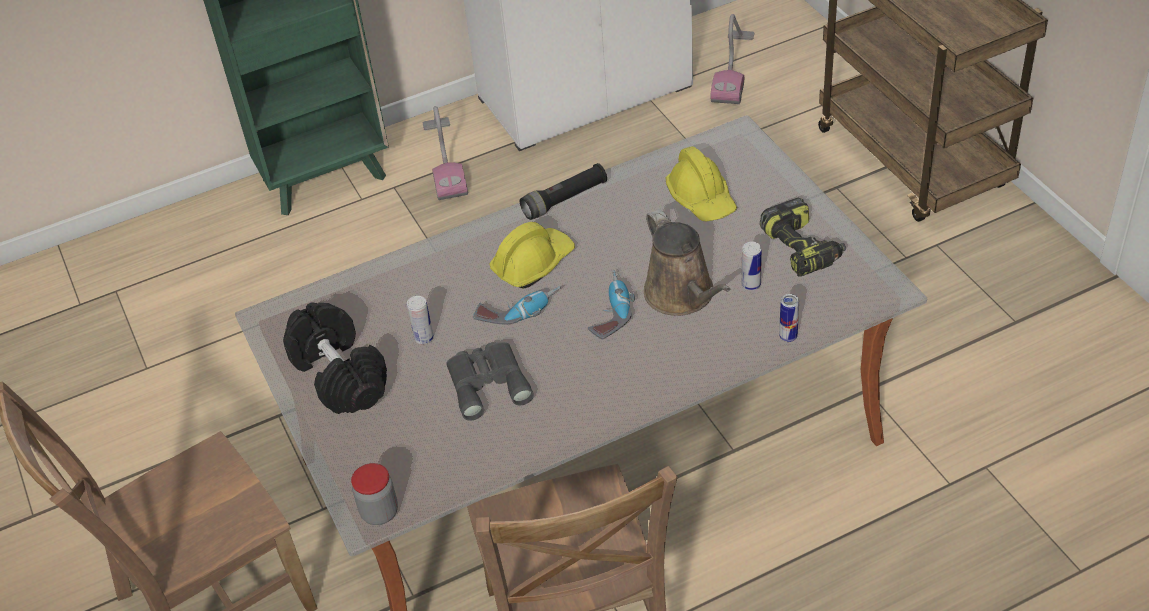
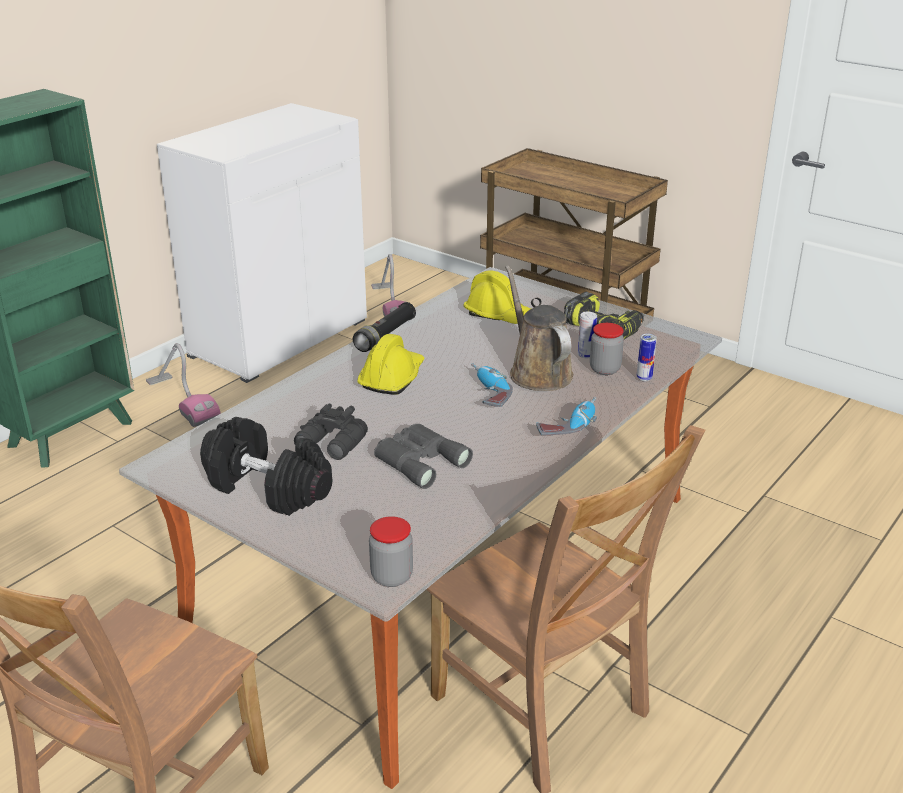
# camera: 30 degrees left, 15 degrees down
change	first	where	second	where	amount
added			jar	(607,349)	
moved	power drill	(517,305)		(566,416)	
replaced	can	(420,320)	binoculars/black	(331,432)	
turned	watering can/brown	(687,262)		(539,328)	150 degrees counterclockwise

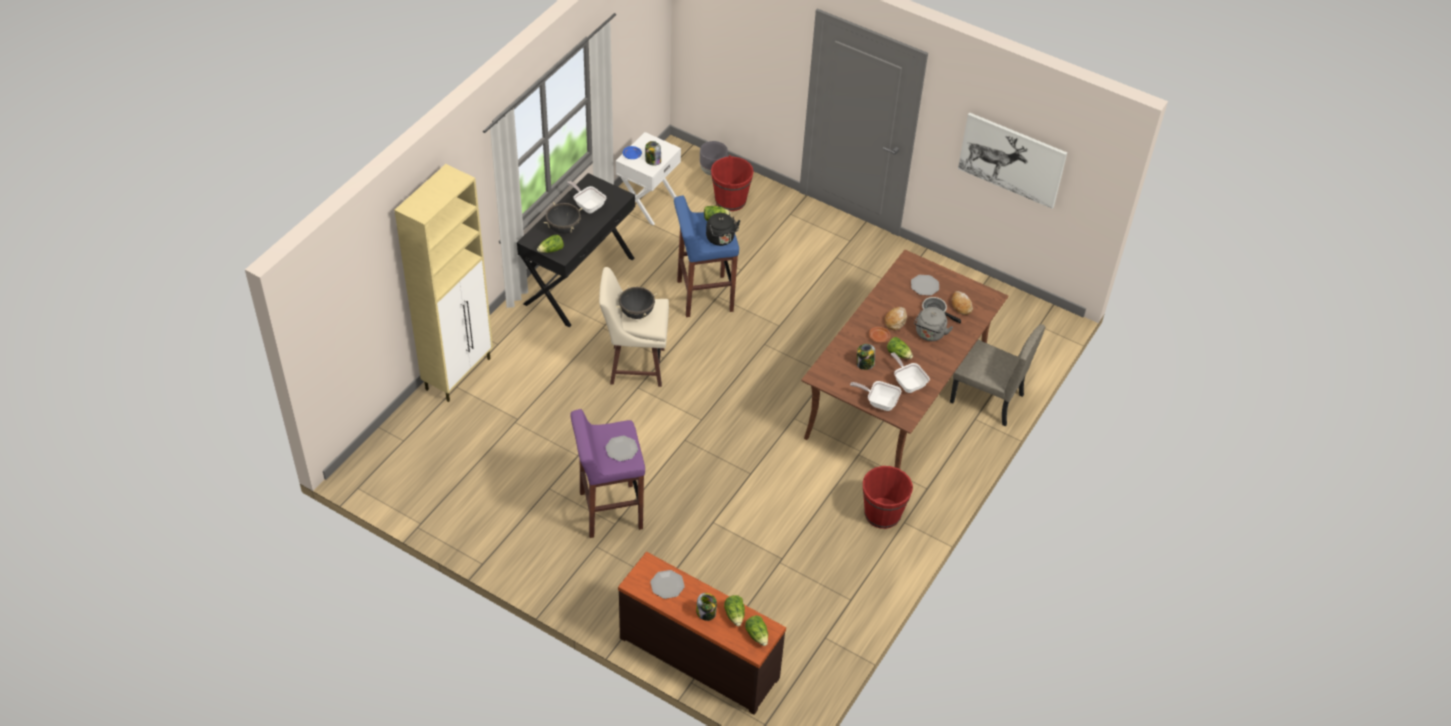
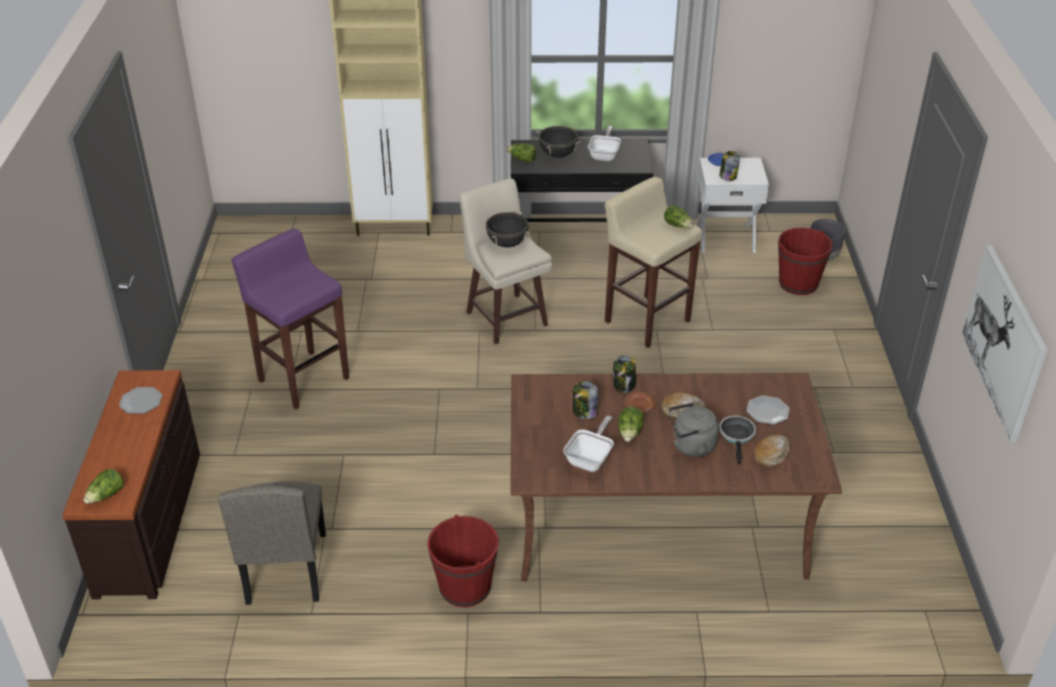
# camera: 60 degrees right, 10 degrees down
change	first	where	second	where	amount
removed	plate	(621,448)			
removed	kettle/black	(723,229)			
removed	lettuce	(734,610)			
removed	frying pan	(875,396)			
moved	jar	(706,607)		(624,374)	
moved	chair/beige	(998,375)		(272,543)	
recoloured	stool/blue	(706,256)	stool/beige	(653,262)	

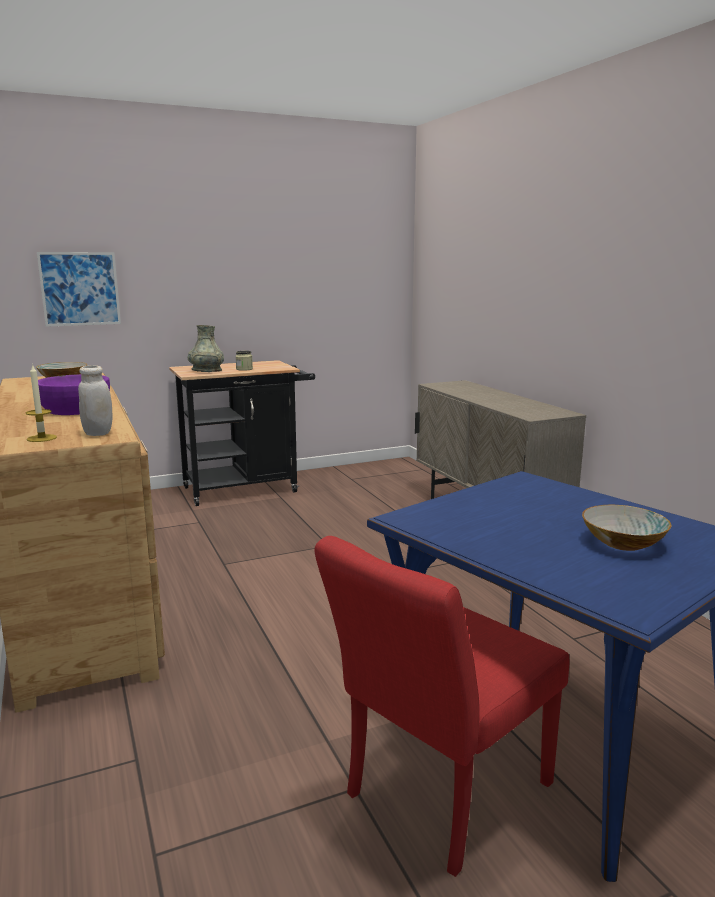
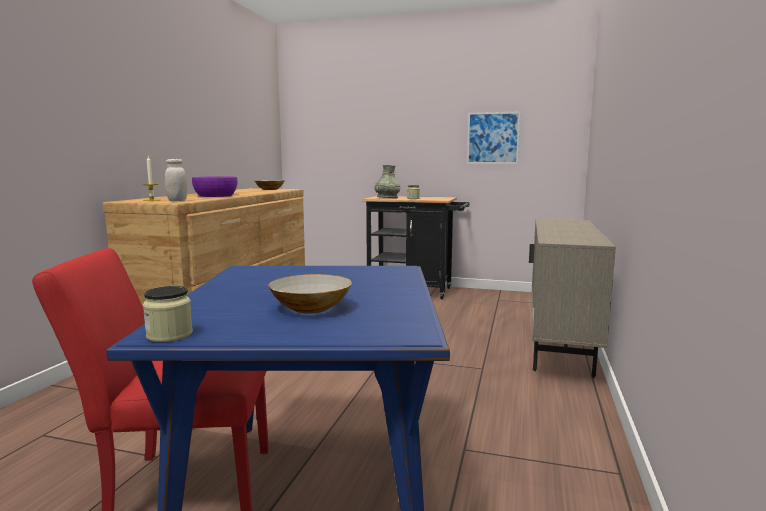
# camera: 40 degrees right, 5 degrees down
change	first	where	second	where	amount
added			jar	(168,314)	
moved	picture	(79,289)		(493,137)	

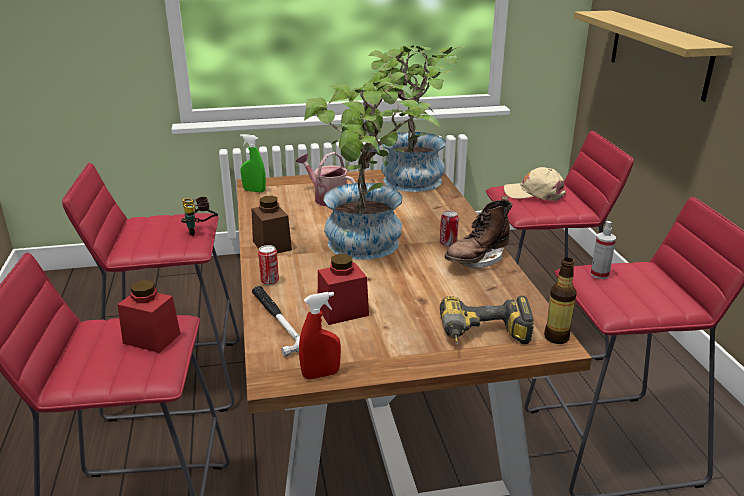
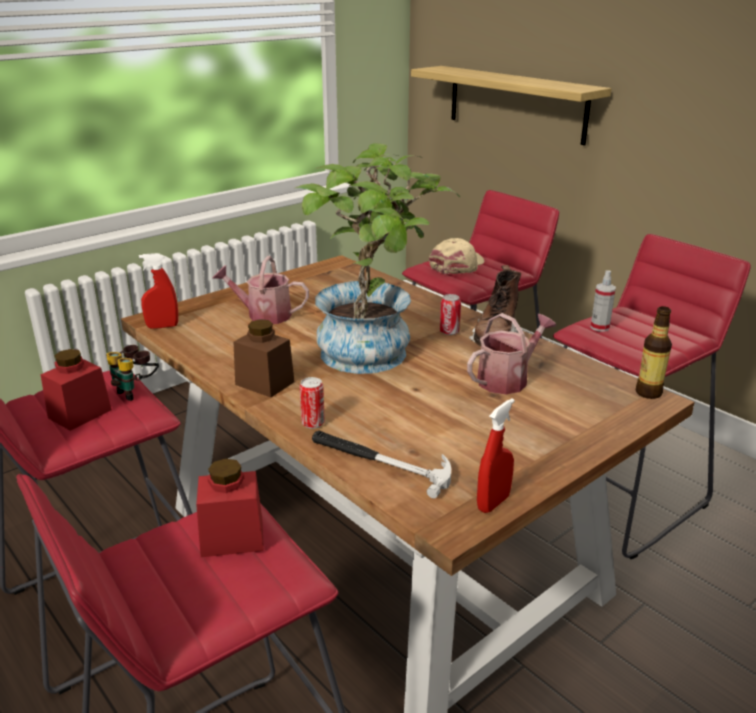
# camera: 30 degrees left, 0 degrees up
change	first	where	second	where	amount
removed	potted plant	(413,118)			
removed	power drill	(487,320)			
added			watering can	(511,354)	
moved	jar/red	(343,289)		(76,390)	
recoloured	spray bottle/green	(253,163)	spray bottle/red	(158,290)	
turned	cap/beige	(535,184)		(456,256)	135 degrees clockwise

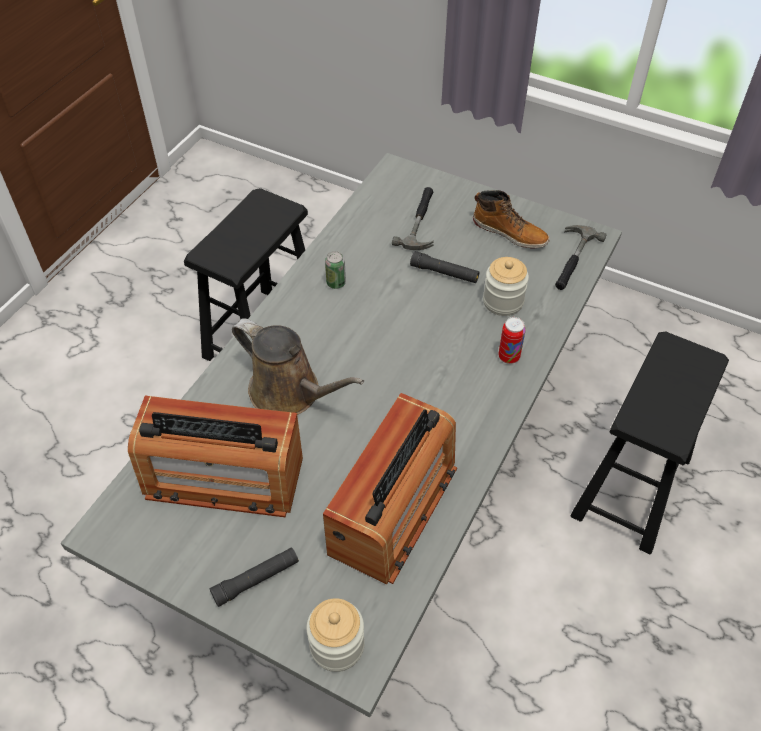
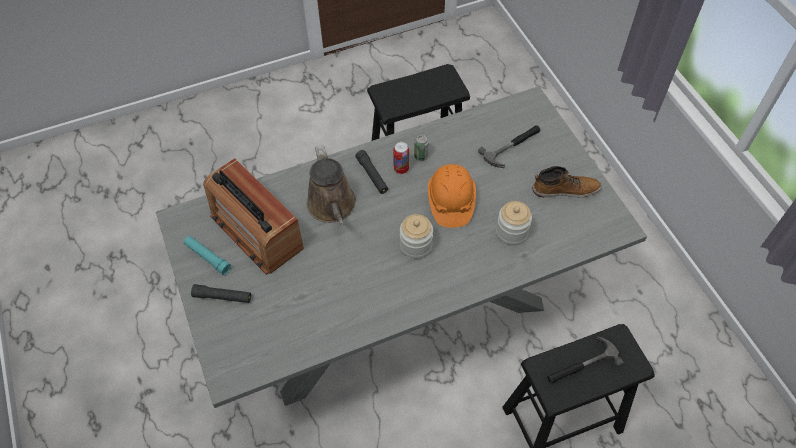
# camera: 40 degrees right, 5 degrees up
change	first	where	second	where	amount
removed	radio	(390,489)			
added			flashlight/turquoise	(207,255)	
added			hard hat/orange	(452,196)	
moved	jar	(335,635)		(416,236)	
moved	flashlight/black	(444,267)		(371,172)	
moved	can	(512,340)		(401,158)	
moved	hammer	(581,257)		(585,359)	
turned	boot	(511,219)		(566,182)	75 degrees counterclockwise

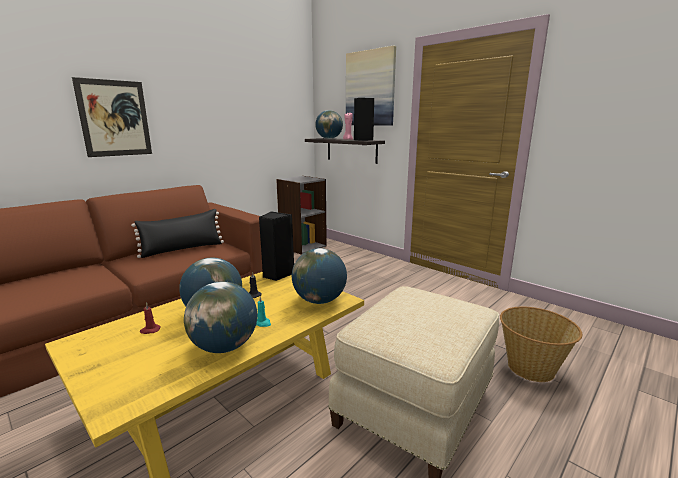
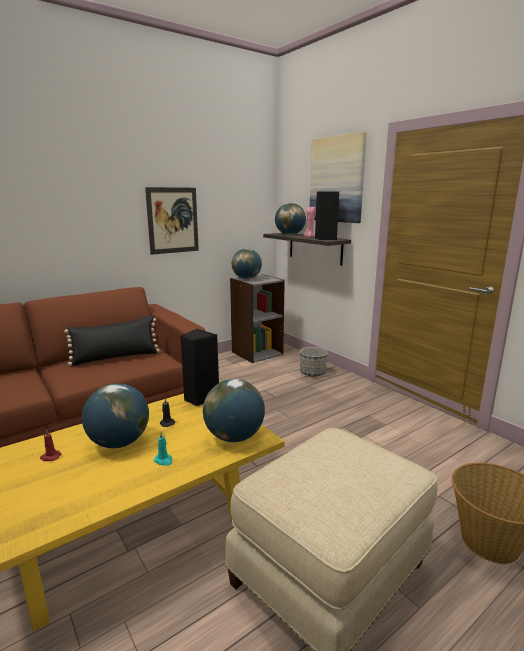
# camera: 10 degrees right, 0 degrees up
change	first	where	second	where	amount
added			planter	(314,362)	
moved	picture	(112,117)		(172,221)	
moved	globe	(220,317)		(247,264)	

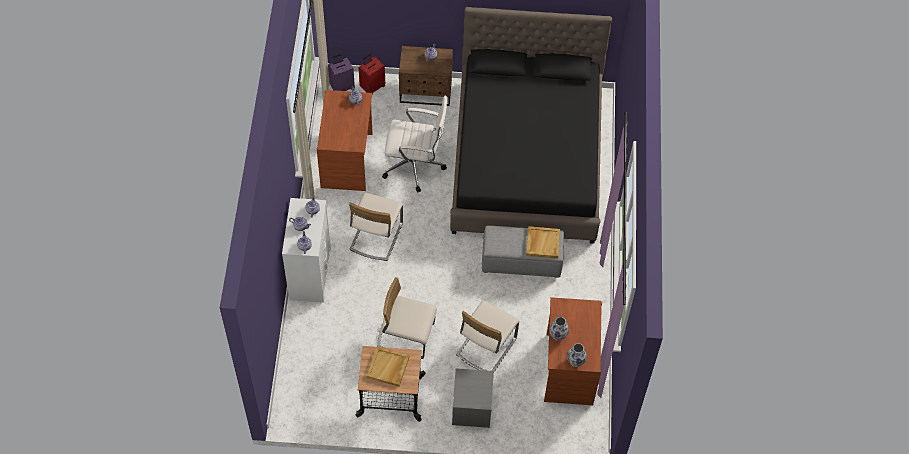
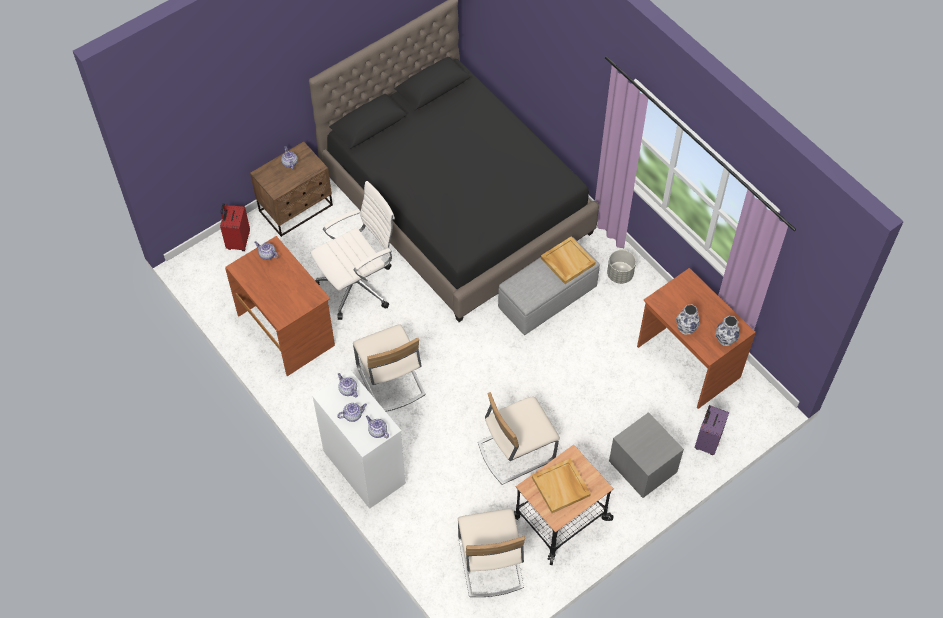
# camera: 40 degrees left, 0 degrees up
change	first	where	second	where	amount
added			planter/grey	(621,267)	
moved	suitcase/purple	(341,72)		(711,430)	
moved	chair/beige	(488,336)		(491,552)	

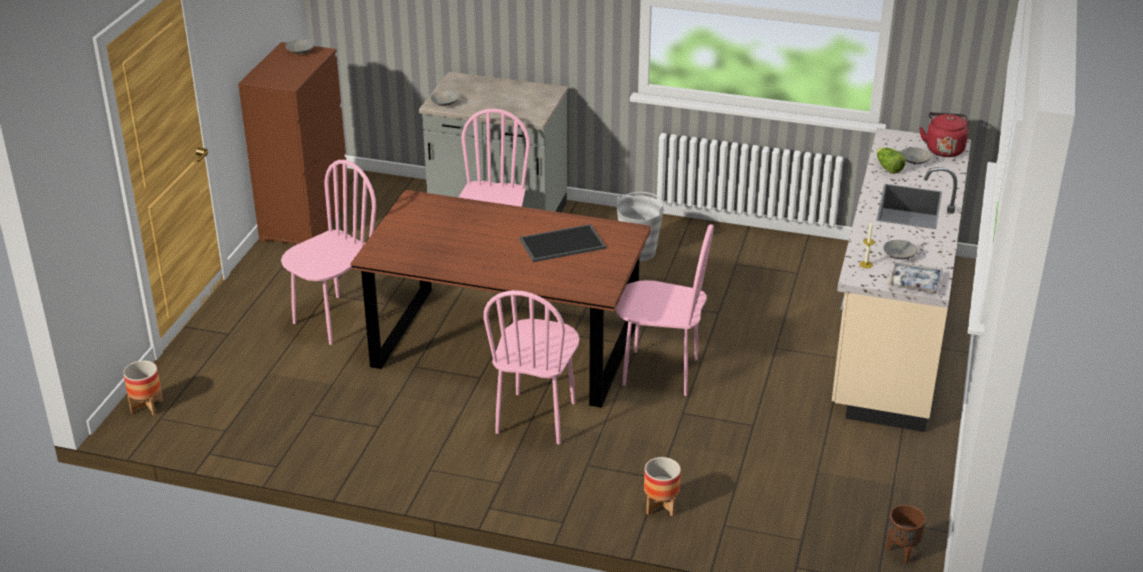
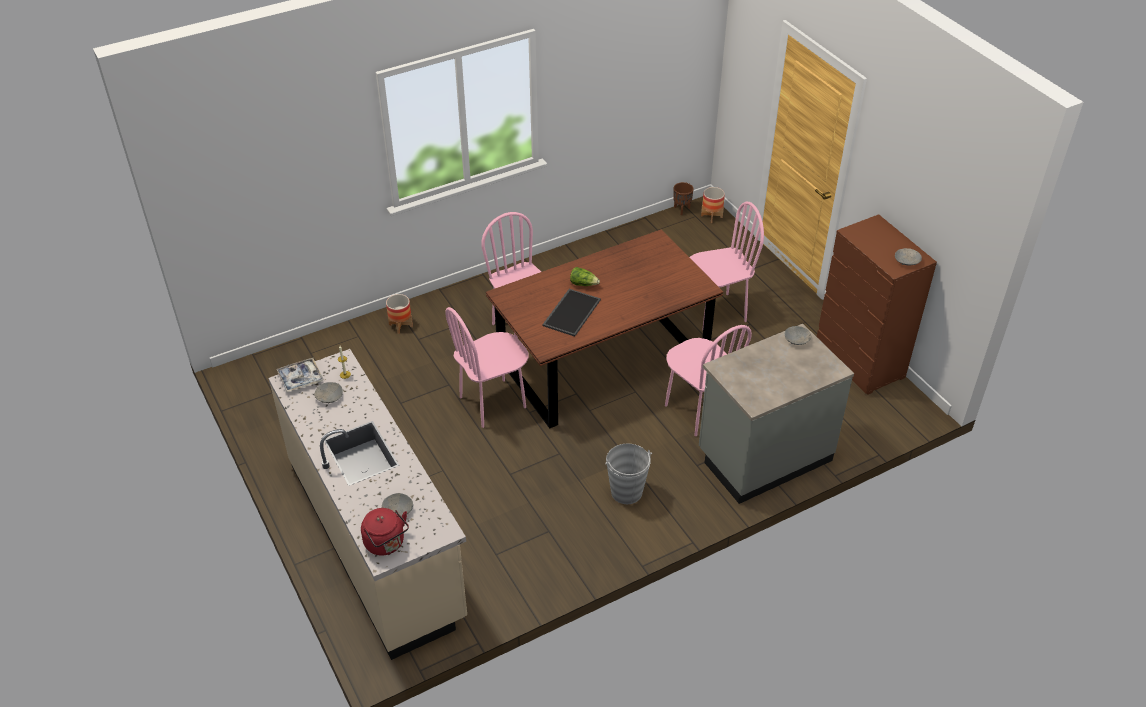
# camera: 135 degrees right, 10 degrees up
change	first	where	second	where	amount
moved	lettuce	(891,160)		(585,276)	
moved	planter/brown	(906,534)		(683,198)	
turned	chair/pink	(328,252)		(726,266)	105 degrees counterclockwise

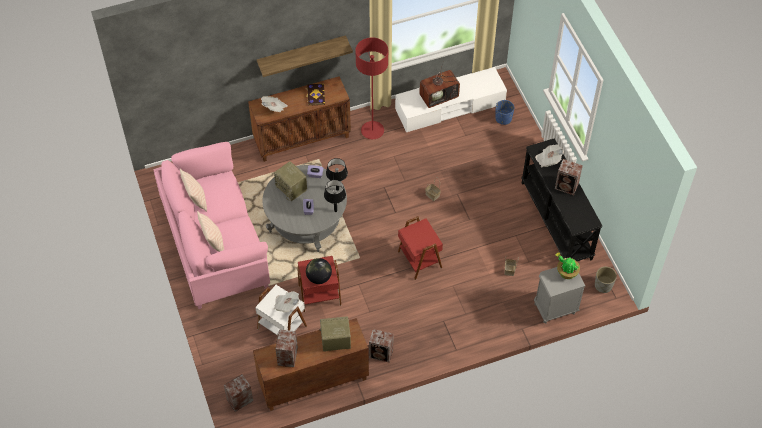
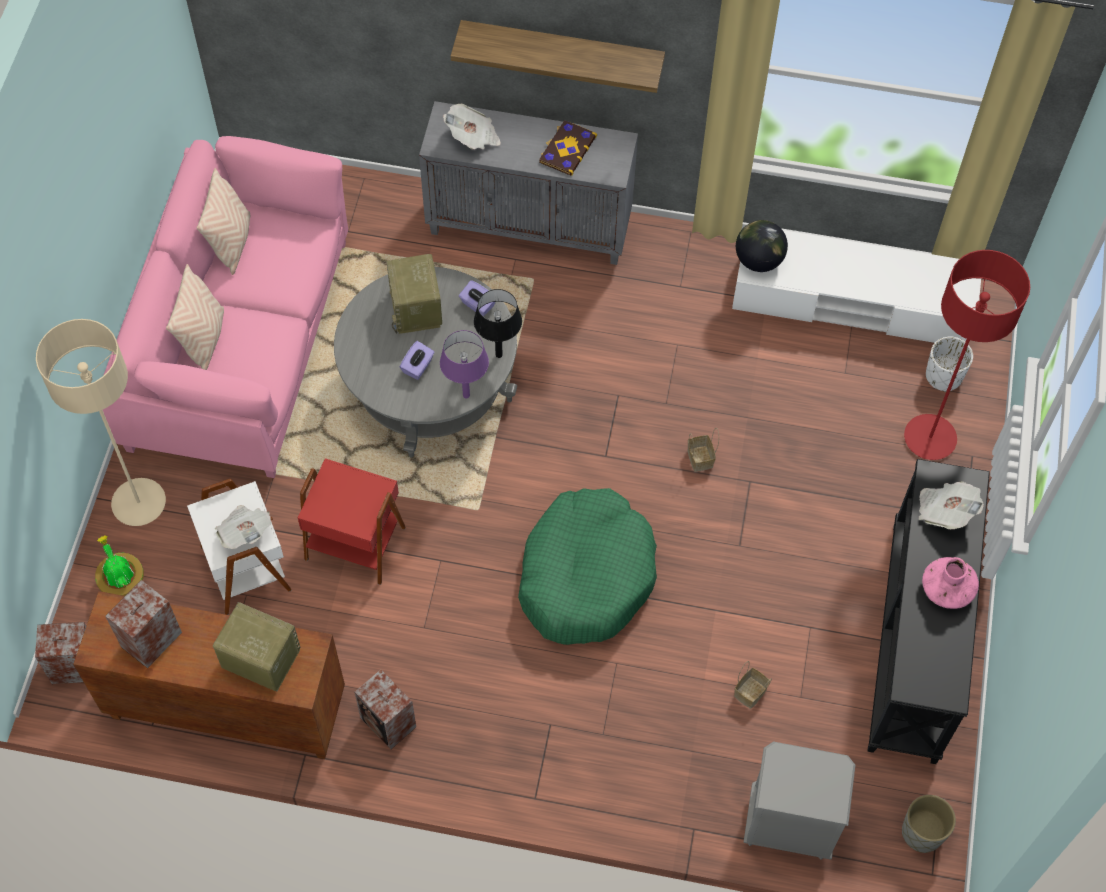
# camera: 30 degrees right, 5 degrees up
change	first	where	second	where	amount
removed	television	(439,84)			
added			floor lamp/beige	(101,422)	
moved	globe	(319,271)		(762,246)	
moved	floor lamp/red	(371,88)		(967,355)	
moved	potted plant	(567,265)		(119,566)	
replaced	side table/red	(420,248)	dog bed/green	(587,566)	
replaced	speaker	(569,177)	vase/pink	(950,583)	
recoloured	cabinet/brown	(299,119)	cabinet/grey	(528,183)	
recoloured	table lamp/black	(335,196)	table lamp/purple	(464,364)	
recoloured	planter/blue	(504,112)	planter/white	(949,364)	

